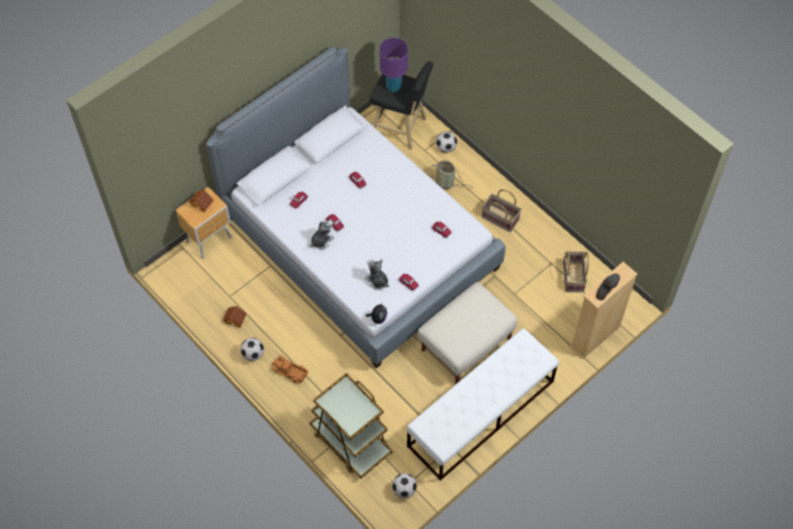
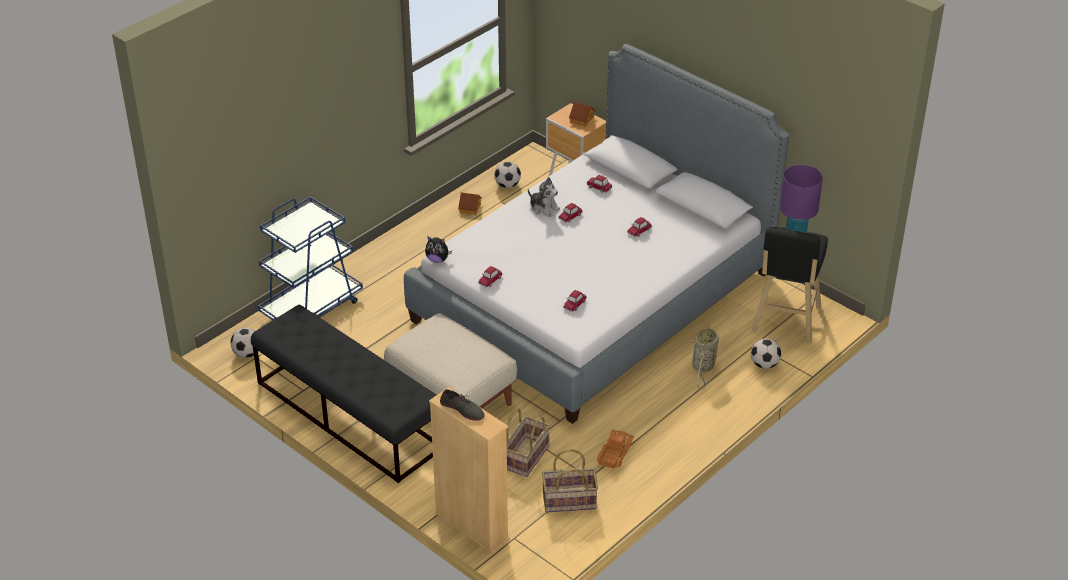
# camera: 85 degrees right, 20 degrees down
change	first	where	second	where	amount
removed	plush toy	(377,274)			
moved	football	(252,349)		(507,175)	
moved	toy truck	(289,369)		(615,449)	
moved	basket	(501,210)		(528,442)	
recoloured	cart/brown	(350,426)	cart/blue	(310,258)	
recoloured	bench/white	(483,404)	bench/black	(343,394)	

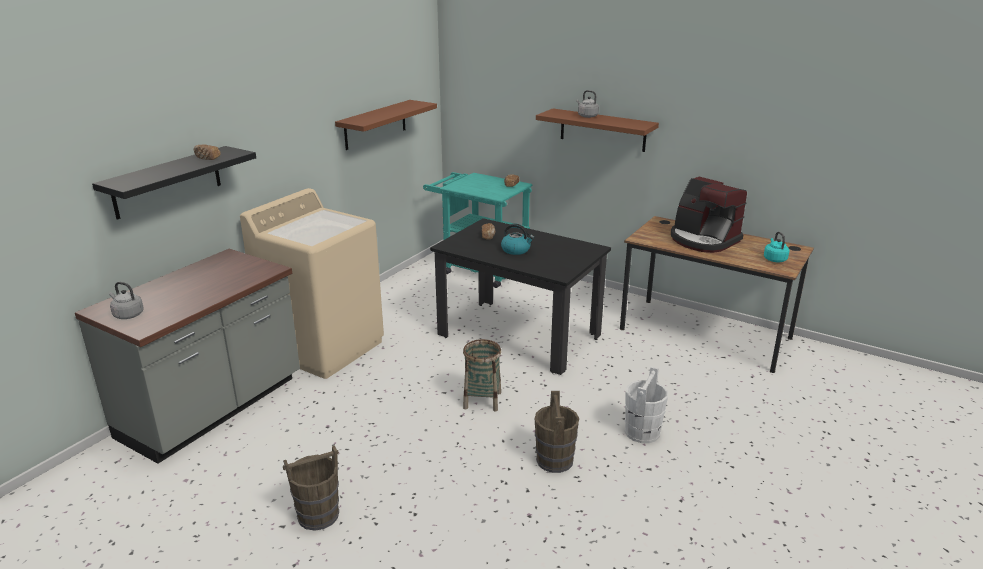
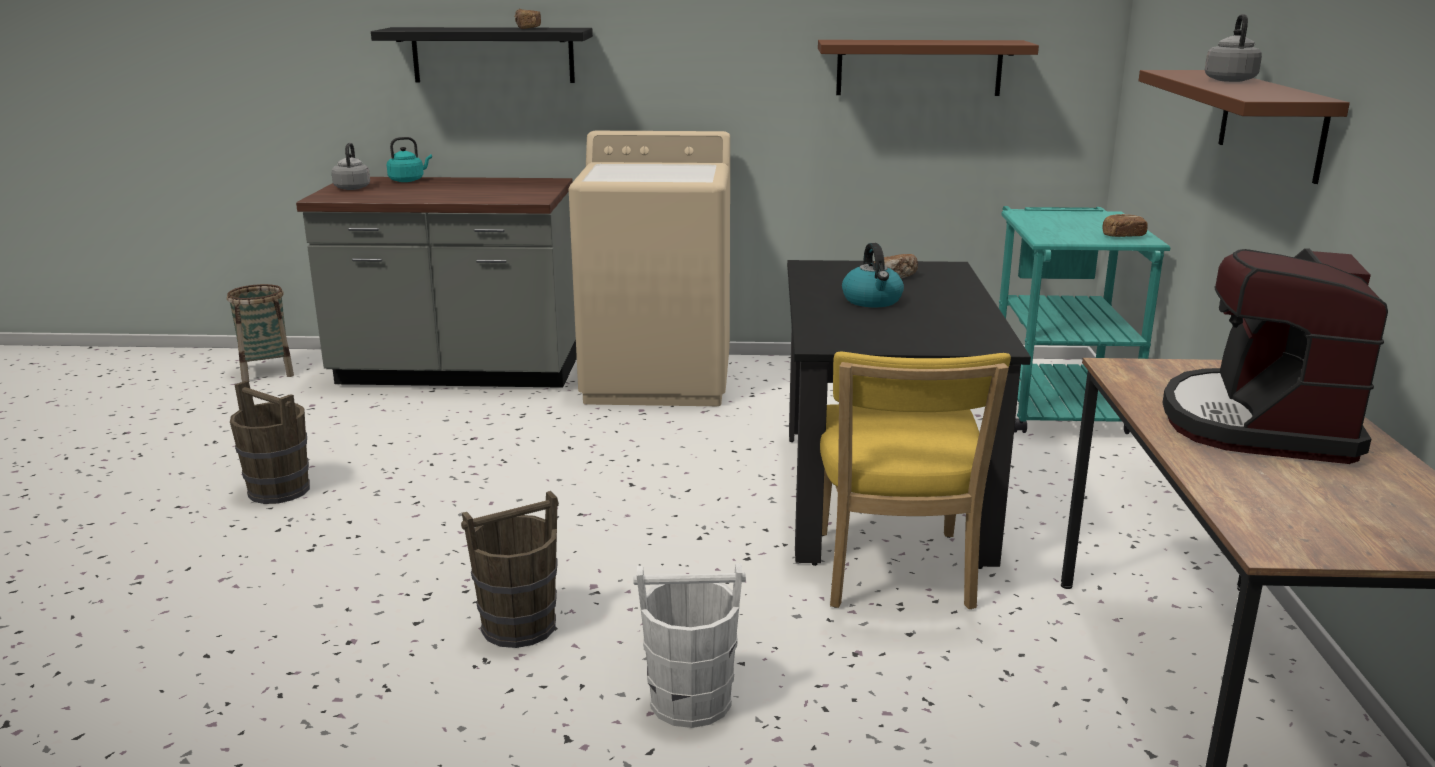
# camera: 60 degrees right, 5 degrees down
change	first	where	second	where	amount
added			chair/yellow	(915,480)	
moved	basket	(482,375)		(260,333)	
moved	kettle/turquoise	(776,247)		(409,159)	

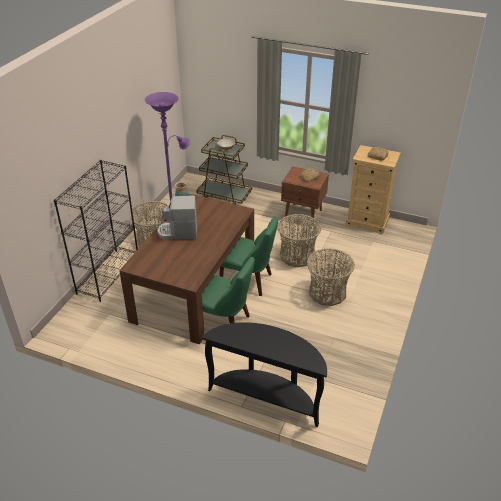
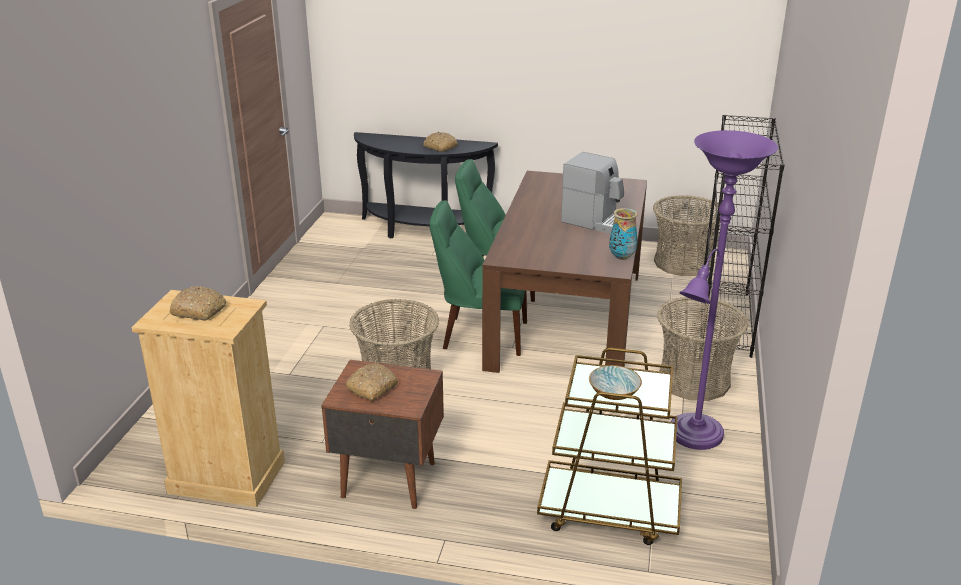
# camera: 170 degrees right, 10 degrees down
change	first	where	second	where	amount
added			bread	(440,142)	
moved	basket	(331,277)		(687,235)	
turned	coffee machine	(177,217)		(592,193)	45 degrees clockwise

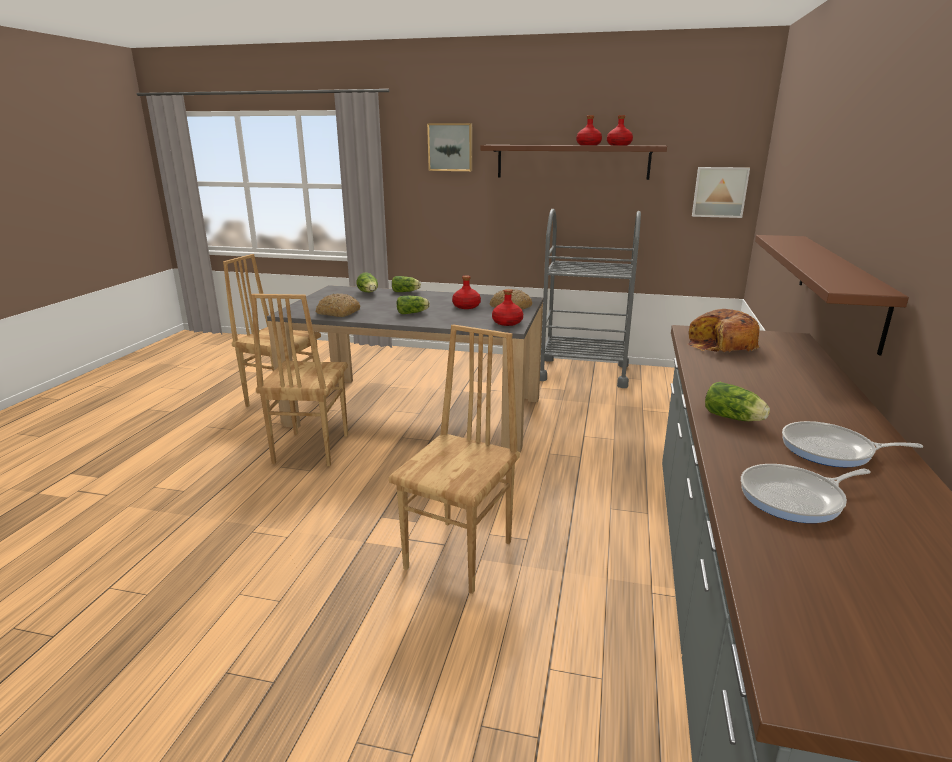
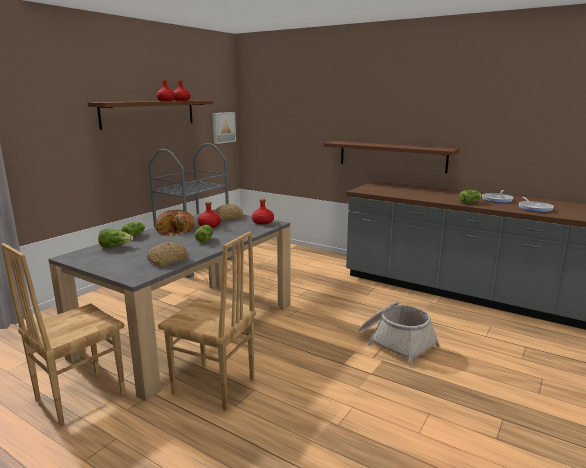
# camera: 70 degrees left, 5 degrees down
change	first	where	second	where	amount
removed	picture	(449,147)			
moved	bread	(724,330)		(174,222)	
replaced	chair/brown	(454,459)	basket	(399,334)	

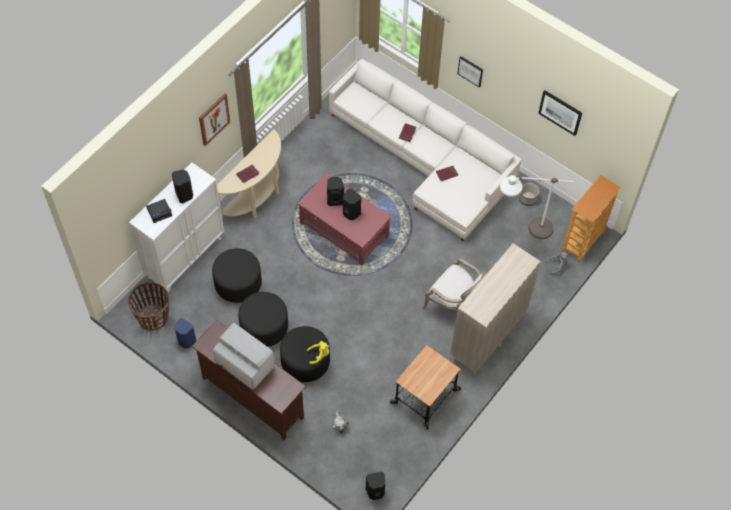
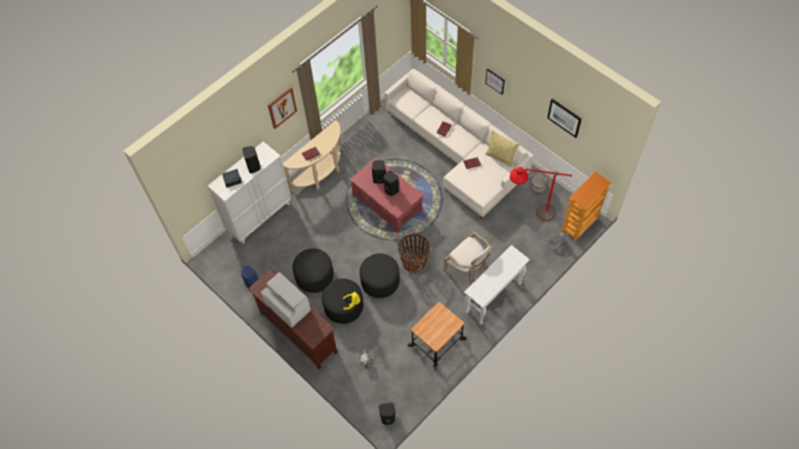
# camera: 10 degrees right, 0 degrees up
change	first	where	second	where	amount
added			pillow	(502,148)	
moved	basket	(148,306)		(414,253)	
moved	ottoman/black	(237,275)		(380,275)	
replaced	cabinet/beige	(495,308)	console table/white	(497,285)	
recoloured	floor lamp/white	(536,207)	floor lamp/red	(541,194)	

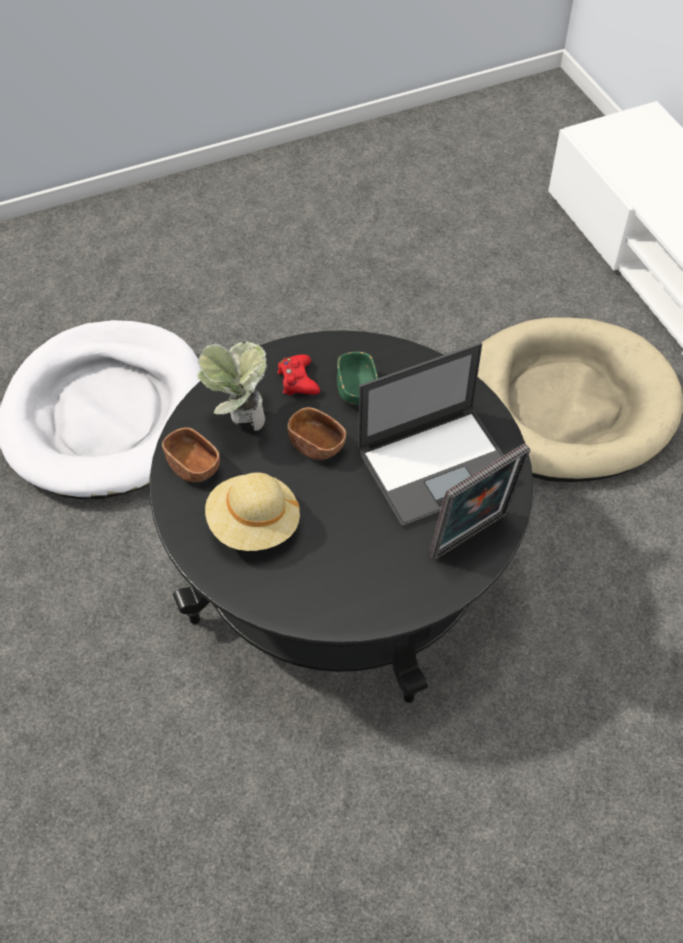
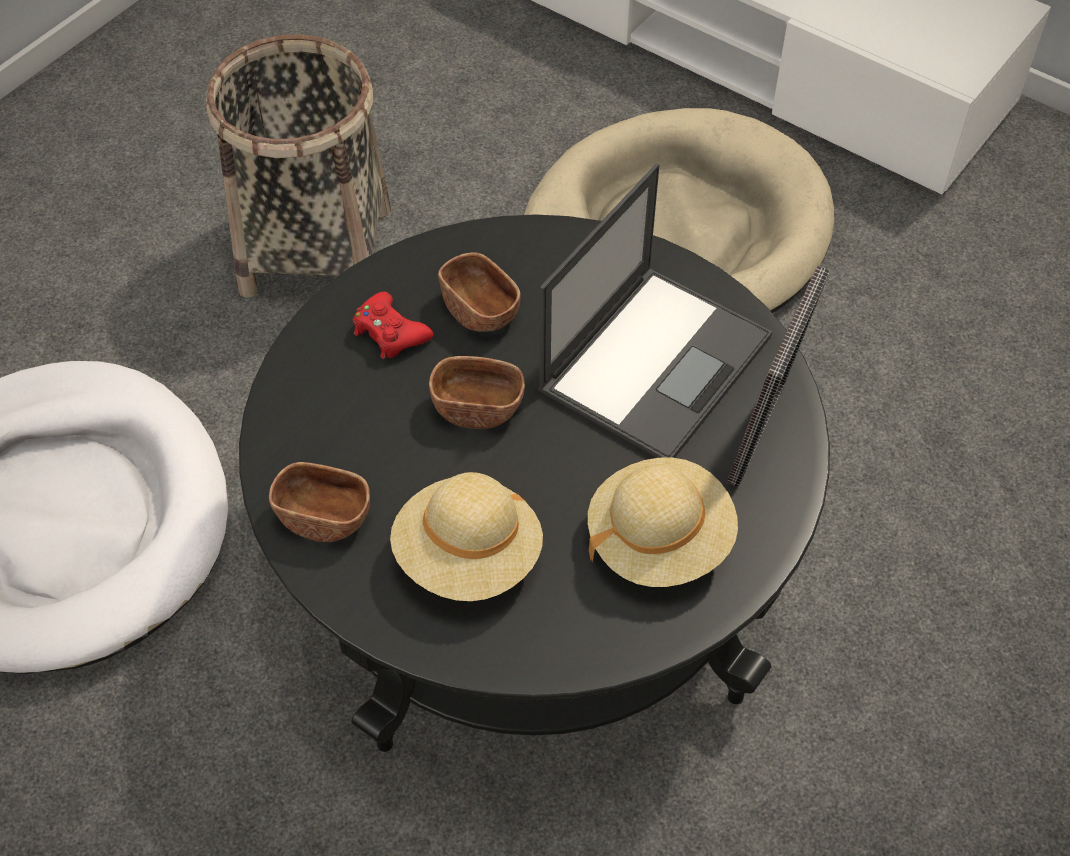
# camera: 30 degrees left, 0 degrees up
change	first	where	second	where	amount
removed	potted plant	(232,386)			
added			basket	(298,166)	
added			hat/beige	(663,522)	
recoloured	bowl/green	(357,378)	bowl/brown	(479,292)	

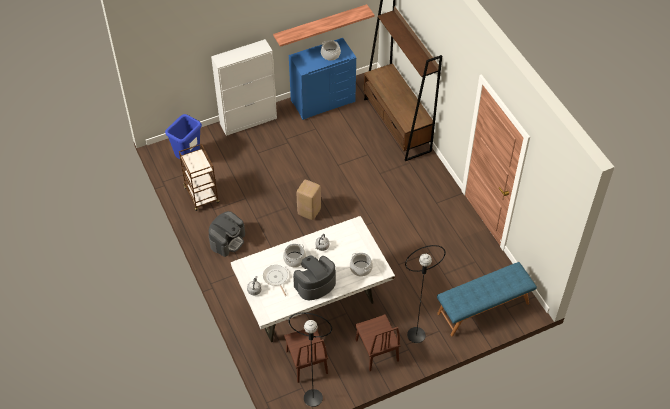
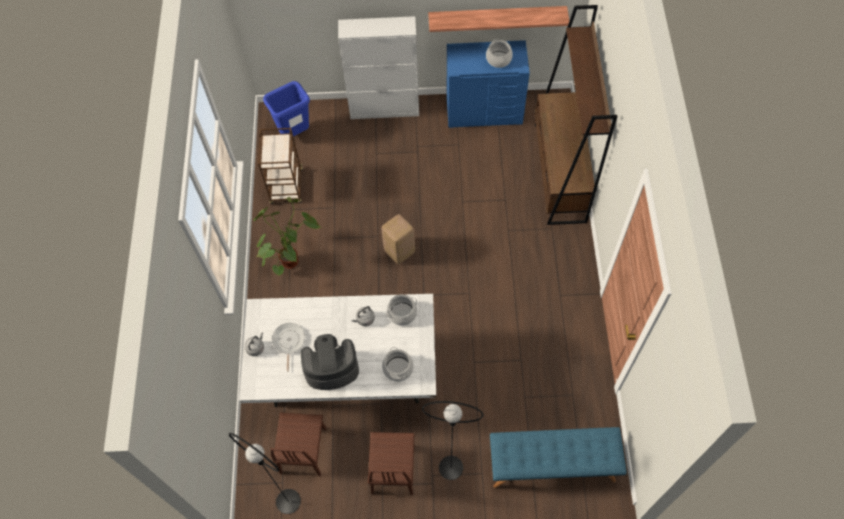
# camera: 25 degrees right, 10 degrees up
change	first	where	second	where	amount
moved	cooking pot	(294,255)		(401,310)	
replaced	coffee machine	(227,234)	potted plant	(287,236)	

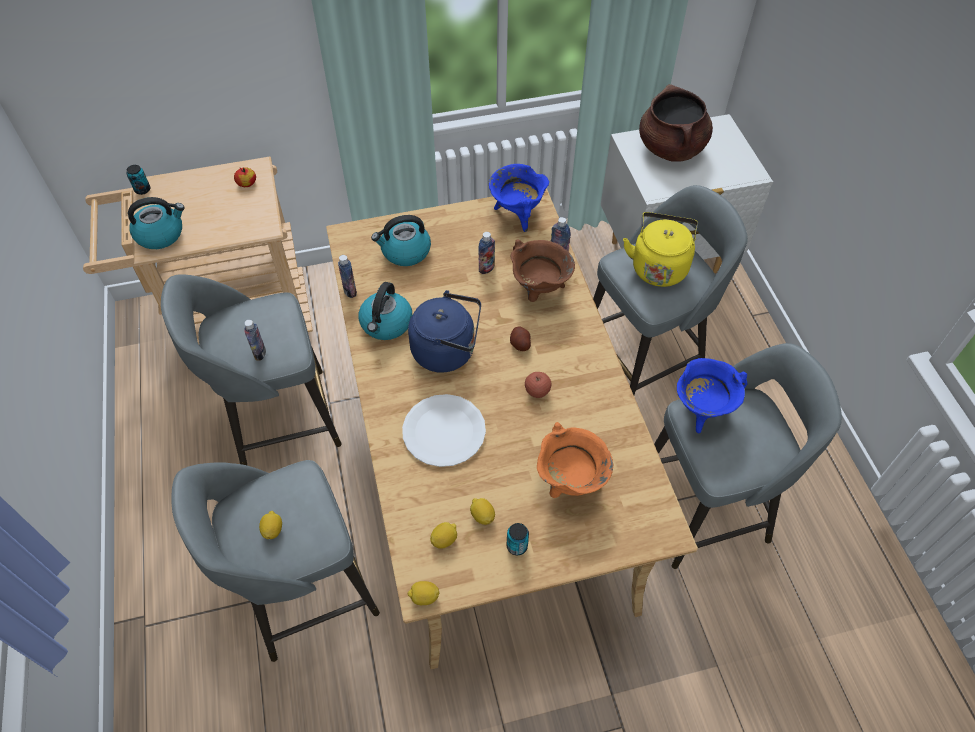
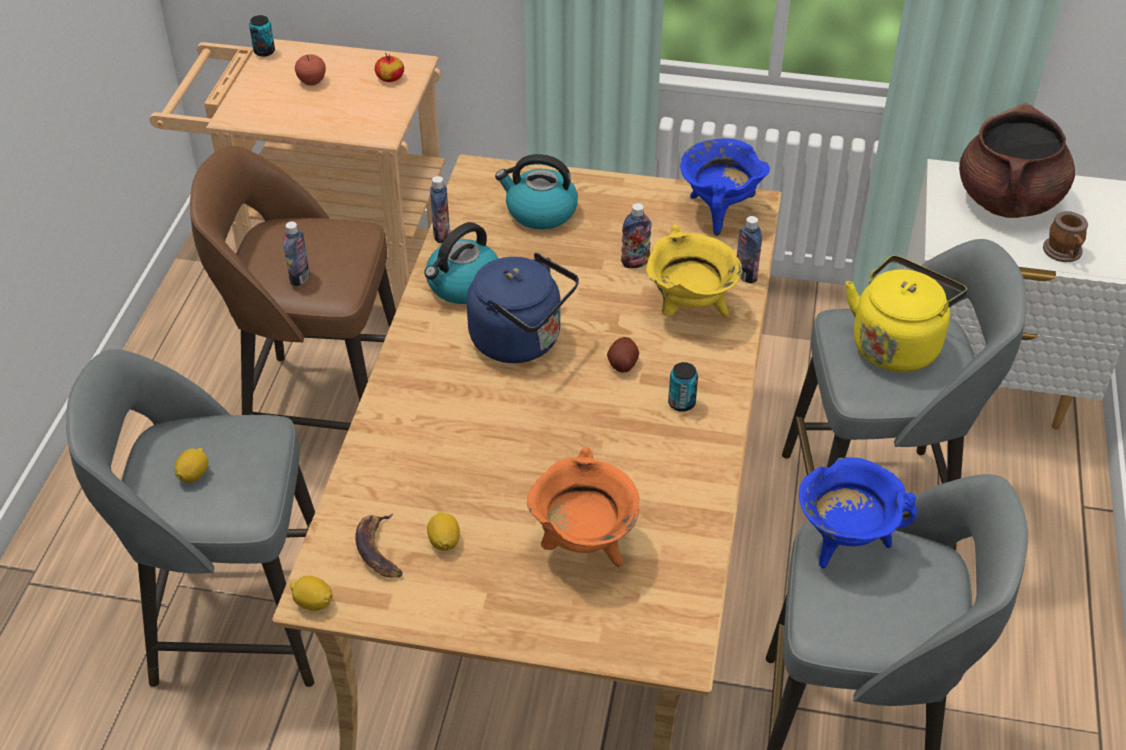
# camera: 25 degrees right, 10 degrees down
change	first	where	second	where	amount
removed	kettle	(156,223)			
removed	plate/white	(444,430)			
added			mug	(1065,236)	
moved	can	(518,539)		(683,387)	
moved	apple	(538,385)		(310,69)	
replaced	lemon	(443,535)	banana	(378,545)	
recoloured	stool/grey	(251,370)	stool/brown	(293,288)	
recoloured	cooking pot/brown	(542,270)	cooking pot/yellow	(694,270)	

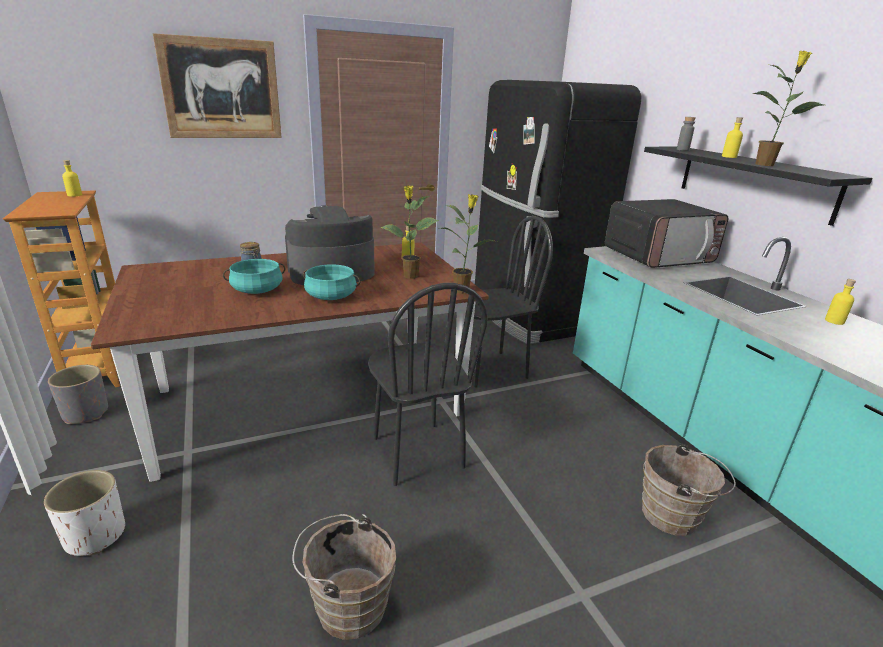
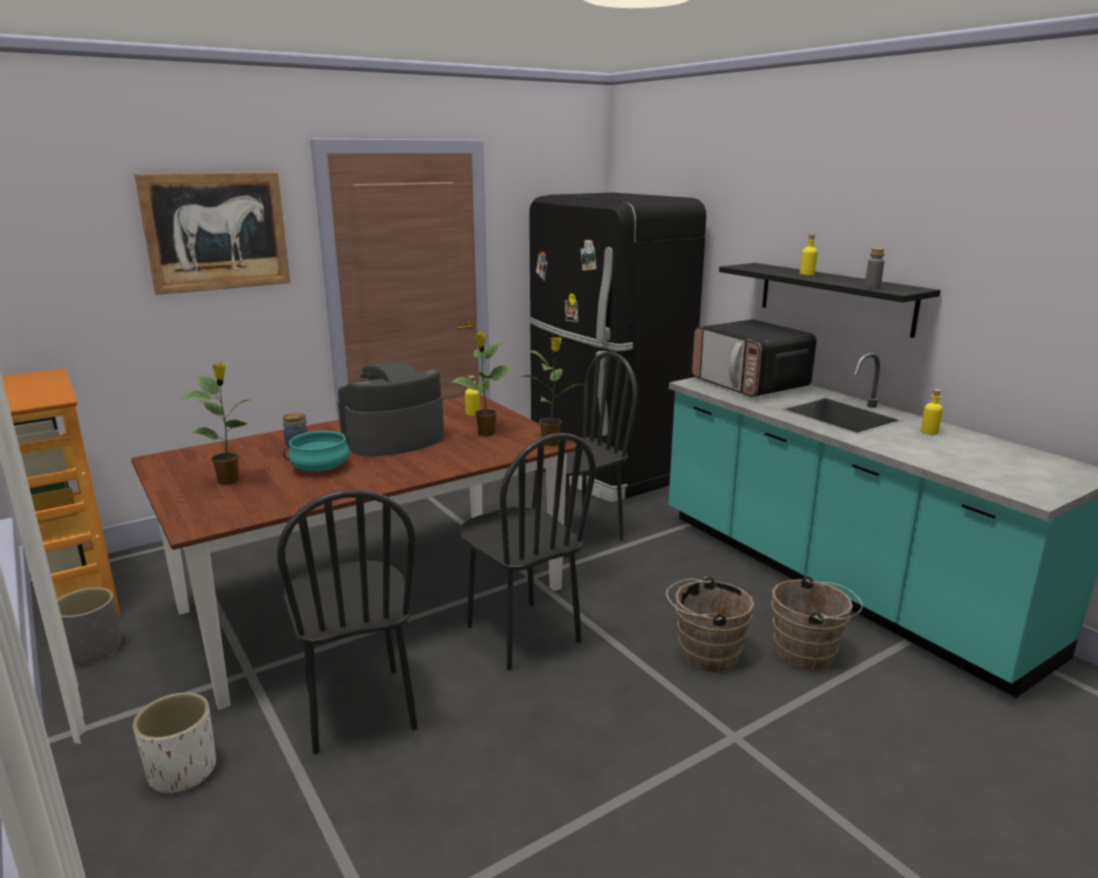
# camera: 10 degrees left, 5 degrees down
change	first	where	second	where	amount
removed	bottle/yellow	(72,178)			
removed	cooking pot/turquoise	(331,282)			
added			chair/black	(347,621)	
moved	bucket/brown	(344,577)		(710,624)	
moved	bottle/grey	(686,134)		(875,268)	
moved	potted plant	(788,108)		(216,424)	
turned	microwave	(666,233)		(754,358)	90 degrees clockwise

